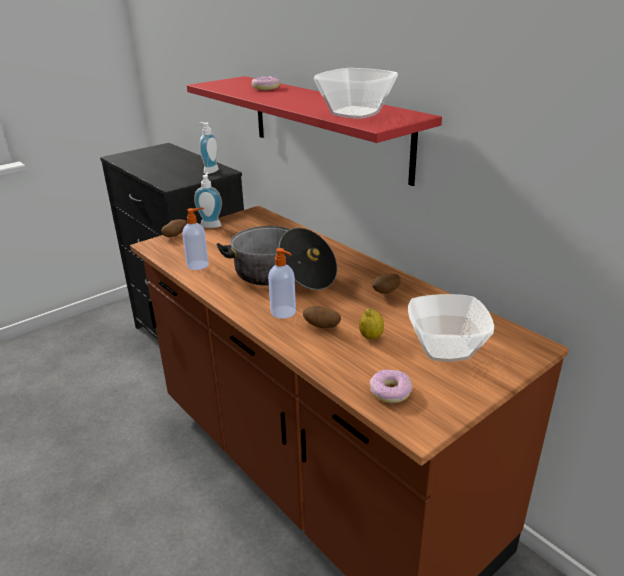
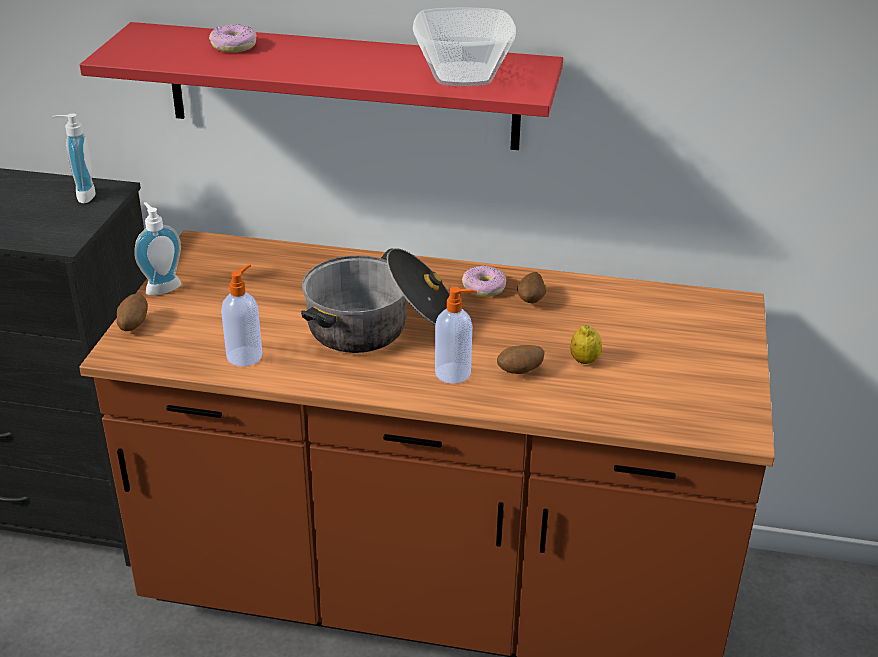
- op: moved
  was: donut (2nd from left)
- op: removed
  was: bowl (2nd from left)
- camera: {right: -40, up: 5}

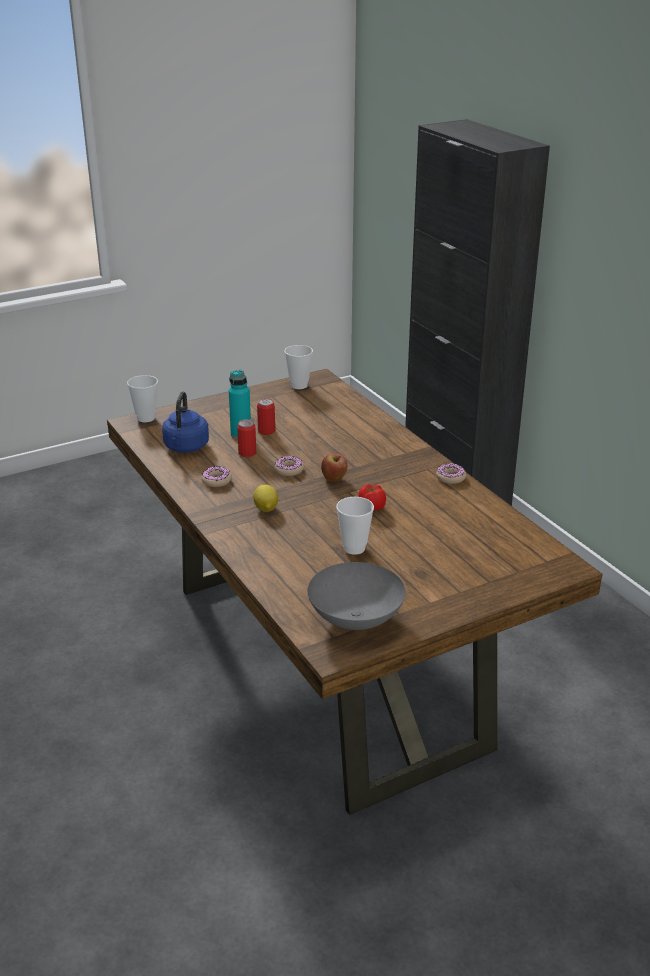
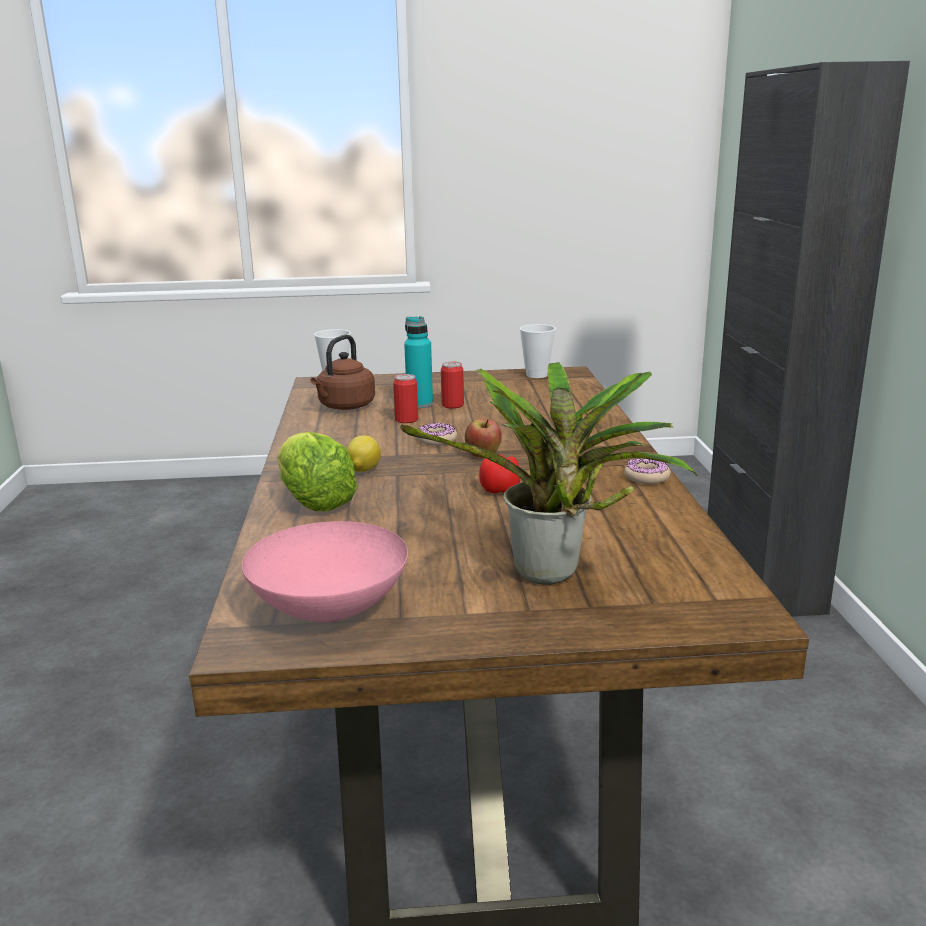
- op: recoloured
  was: grey bowl
  now: pink bowl
- op: added
  now: lettuce
- op: recoloured
  was: blue kettle
  now: brown kettle
- op: added
  now: potted plant
- op: removed
  was: donut (1st from left)
- op: removed
  was: cup (3rd from left)
- camera: {right: 25, up: -10}

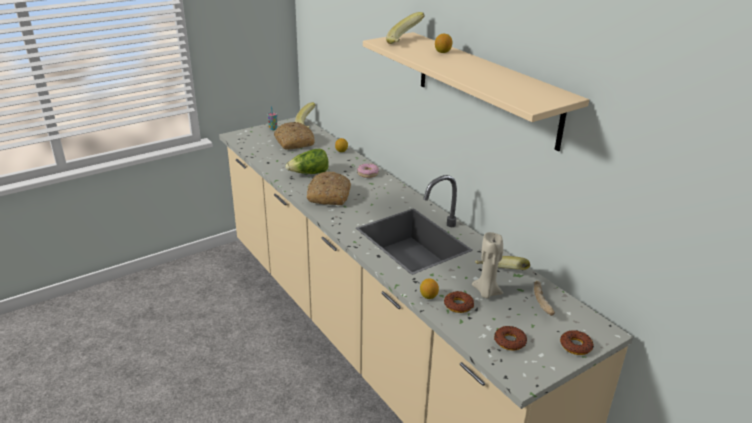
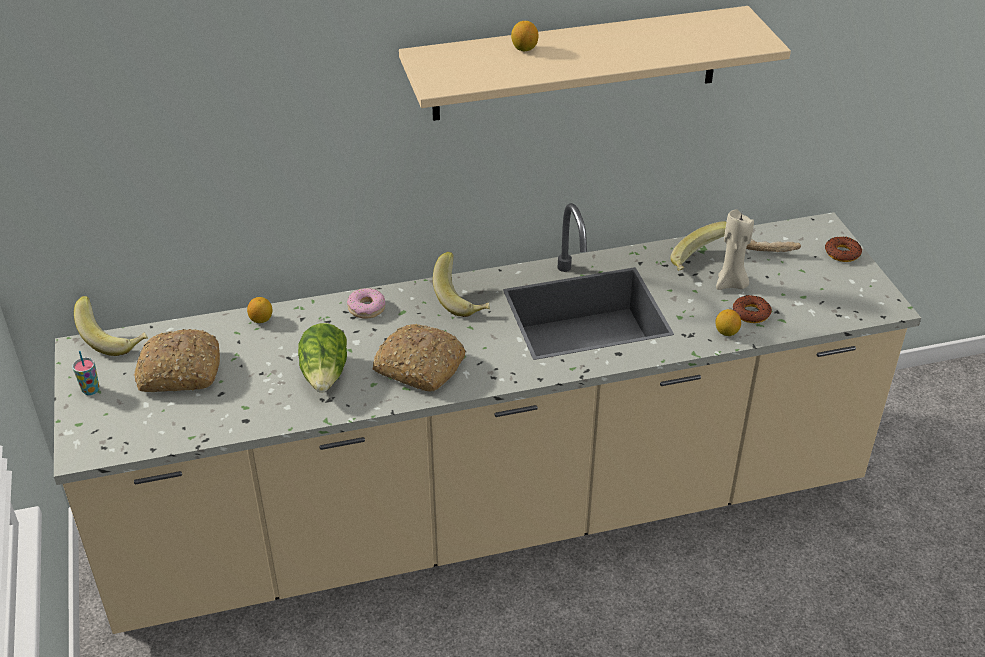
- op: moved
  was: banana (2nd from left)
- op: removed
  was: donut (3rd from left)
- camera: {right: -70, up: 10}

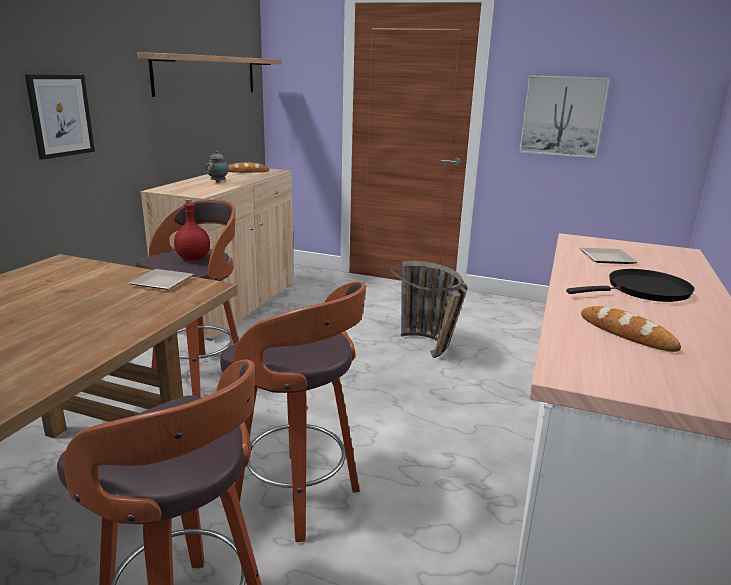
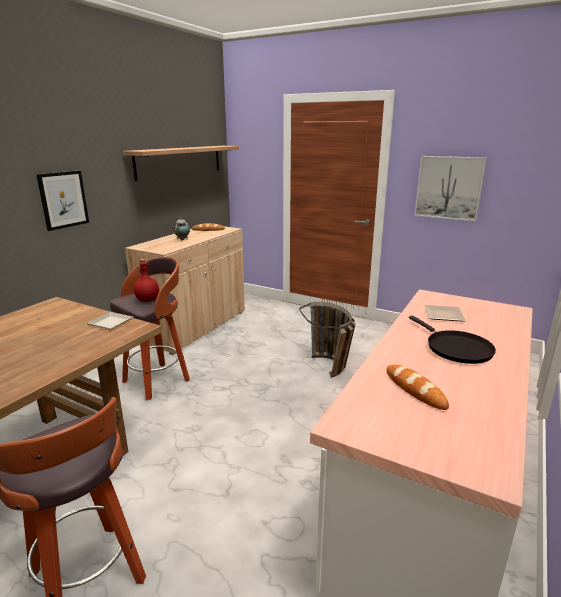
- op: turned
  was: black frying pan
  clockwise: 75
- op: removed
  was: stool (3rd from left)
- camera: {right: 10, up: 0}

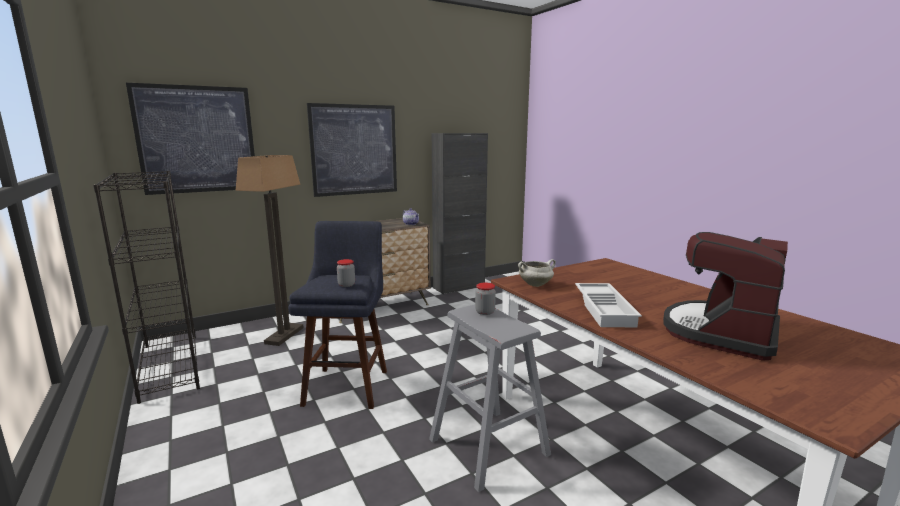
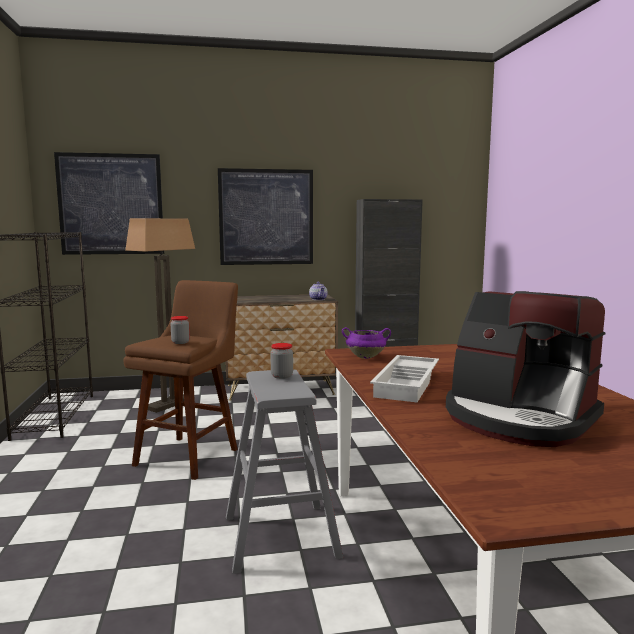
- op: recoloured
  was: blue stool
  now: brown stool
- op: recoloured
  was: white cooking pot
  now: purple cooking pot
- op: turned
  was: coffee machine
  clockwise: -105
- camera: {right: 20, up: -5}

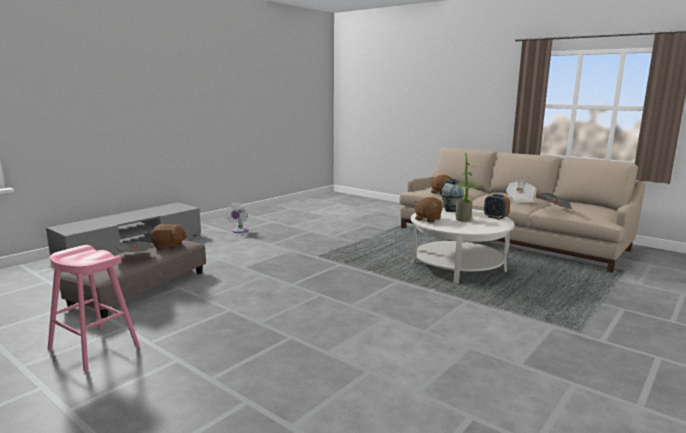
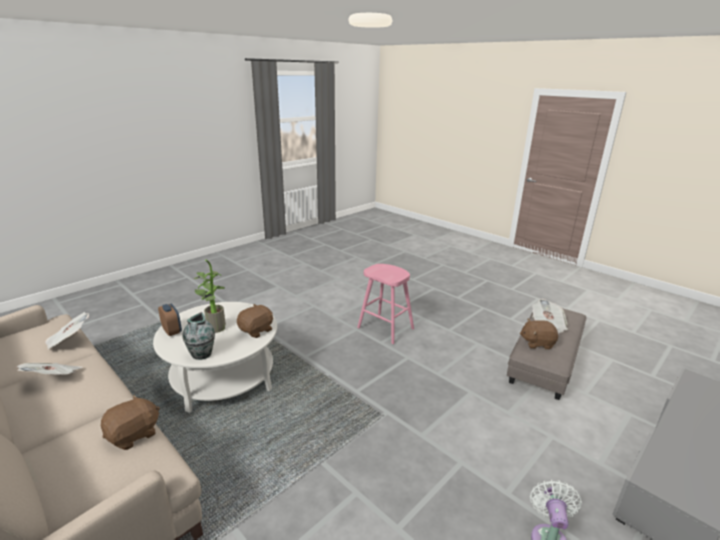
- op: moved
  was: pink stool
- camera: {right: -175, up: 10}

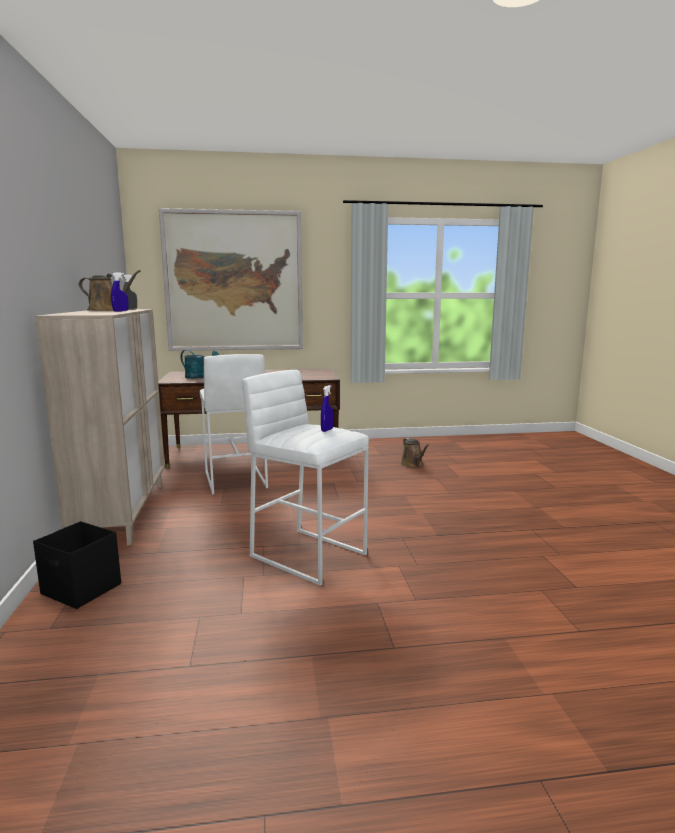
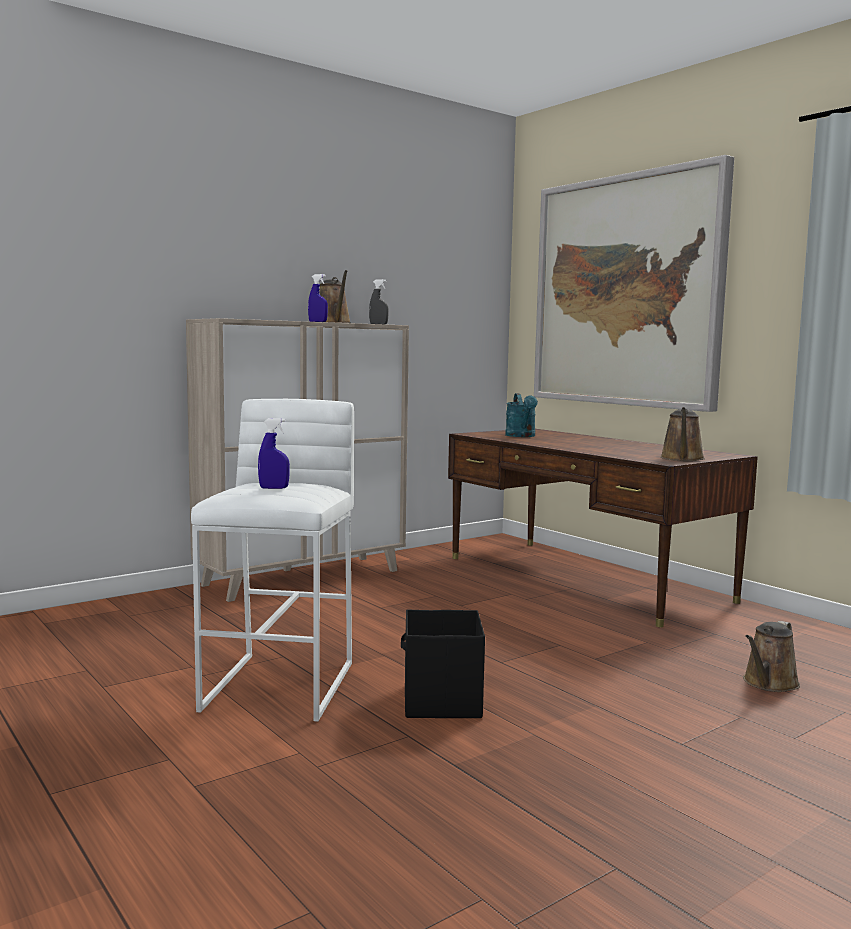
- op: moved
  was: black storage box
- op: added
  now: brown watering can (2nd from left)
- op: removed
  was: white stool (1st from left)
- camera: {right: 60, up: -5}

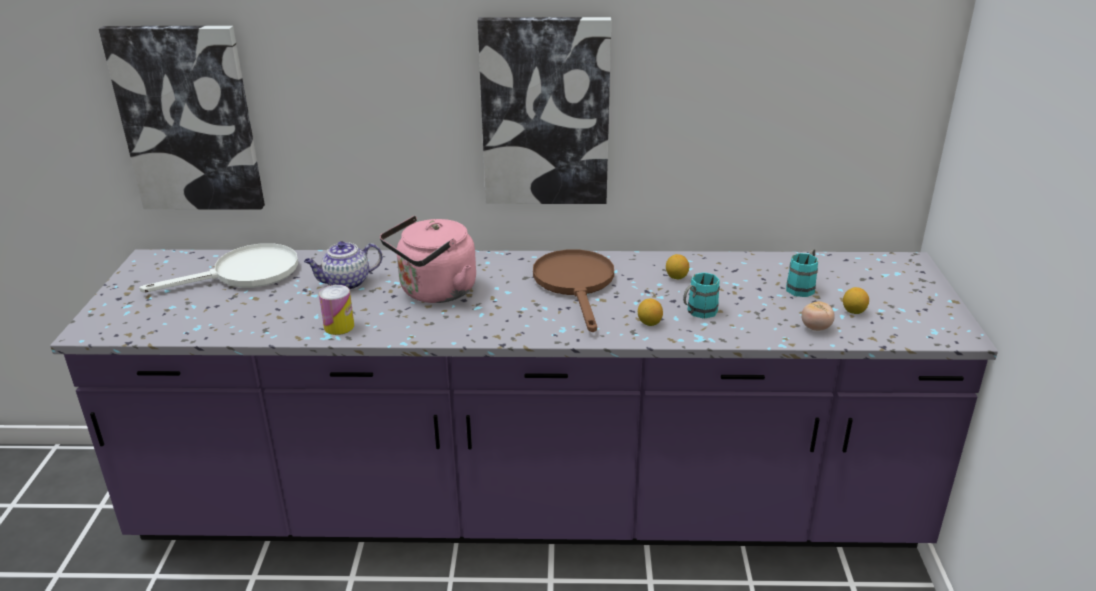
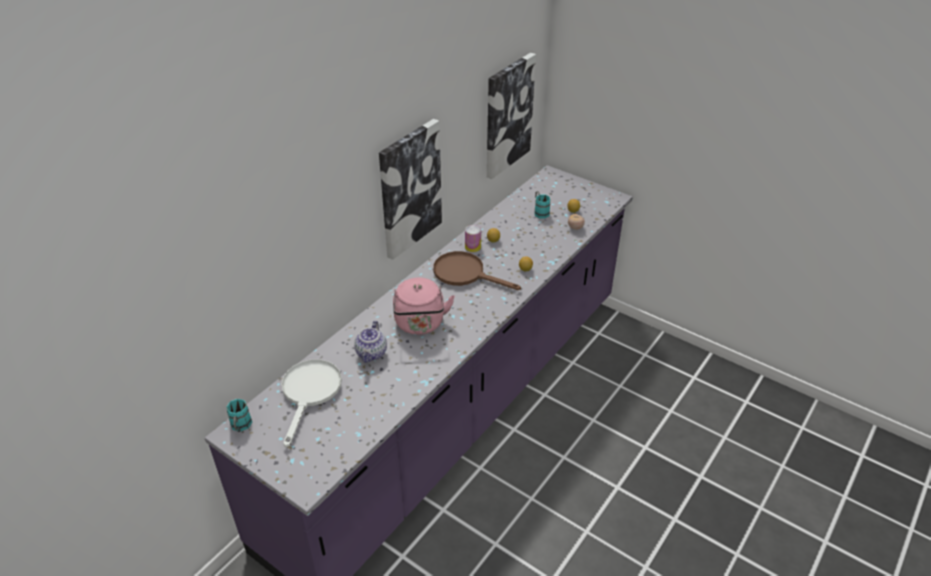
- op: moved
  was: turquoise mug (1st from left)
- op: moved
  was: can
- op: moved
  was: picture (1st from left in the first image)
  now: picture (2nd from left)
- camera: {right: -55, up: 10}

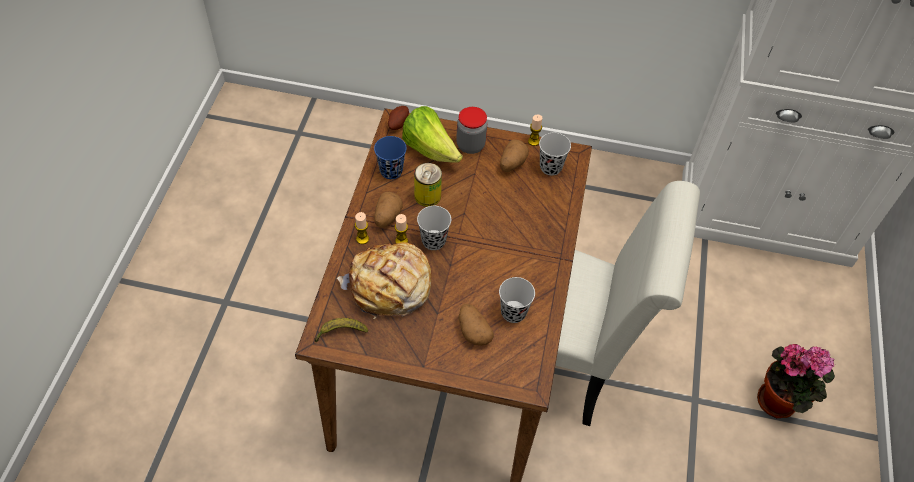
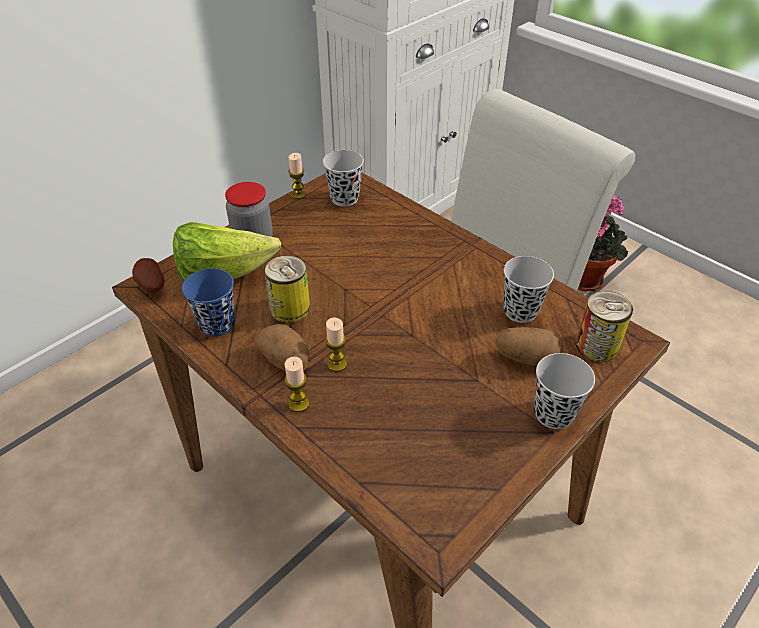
- op: moved
  was: black cup (1st from left in the first image)
  now: black cup (3rd from left)
- op: added
  now: can (2nd from left)
- op: removed
  was: banana
- op: removed
  was: bread
- op: removed
  was: potato (4th from left)
- camera: {right: -55, up: -10}

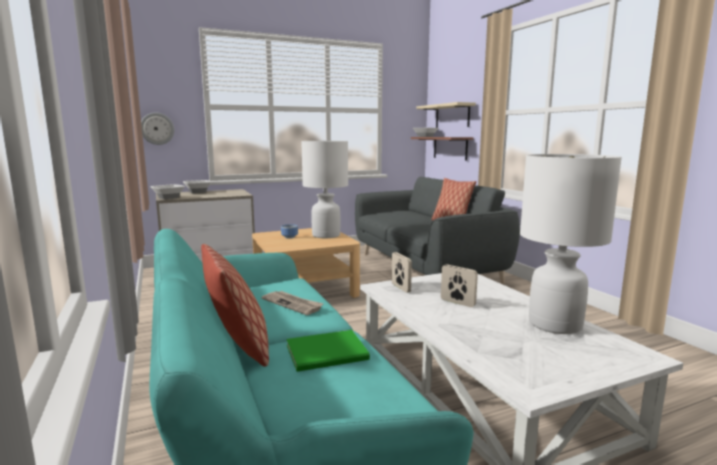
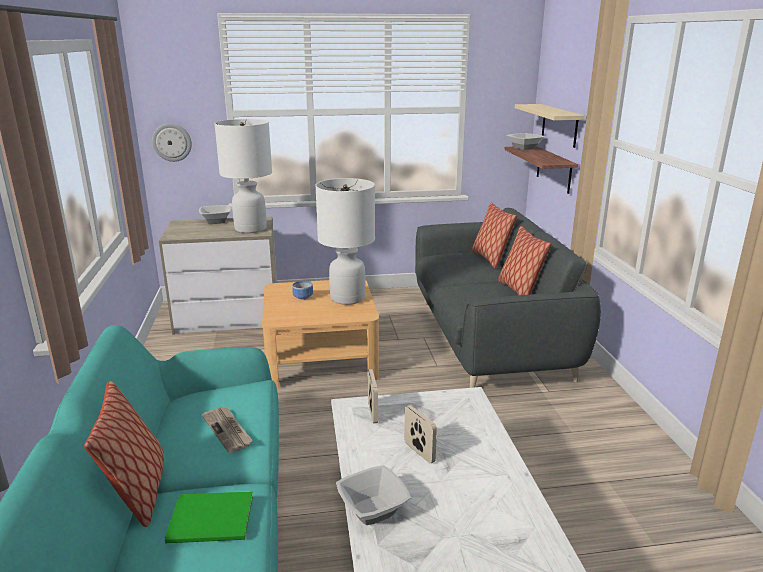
- op: moved
  was: white table lamp (2nd from left in the first image)
  now: white table lamp (1st from left)
- op: moved
  was: bowl (1st from left in the first image)
  now: bowl (3rd from left)
- op: added
  now: pillow (2nd from left)
- camera: {right: 15, up: 10}

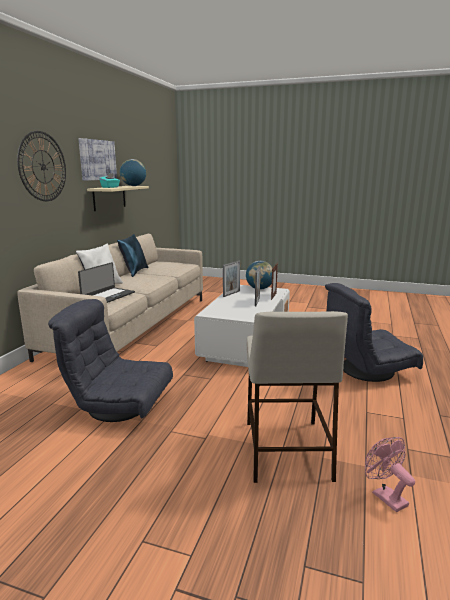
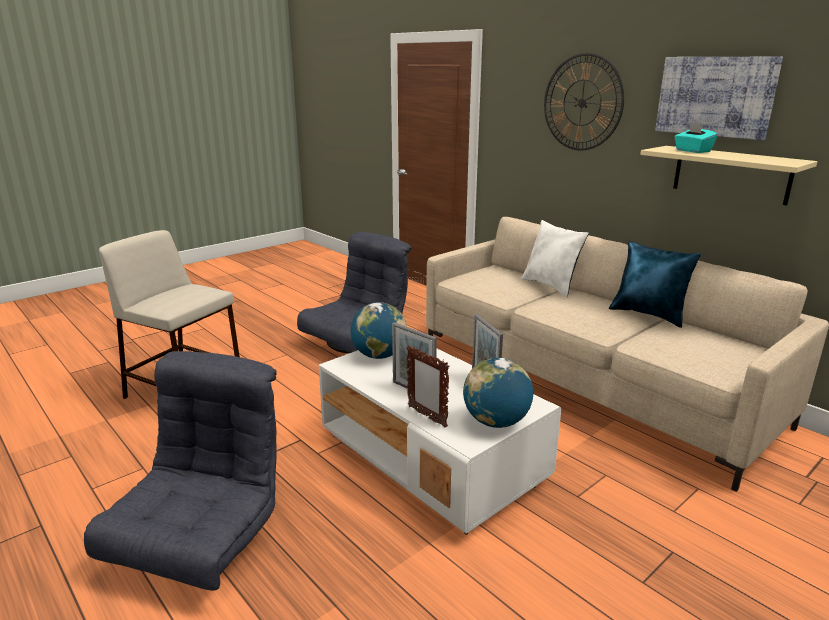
- op: moved
  was: globe (1st from left)
- op: removed
  was: laptop
- op: removed
  was: pink fan
- camera: {right: 120, up: 5}

